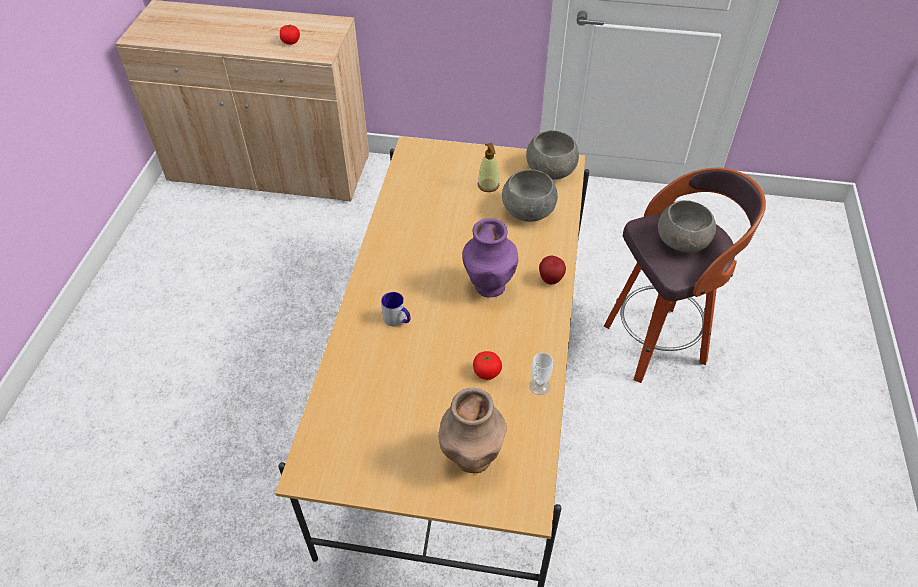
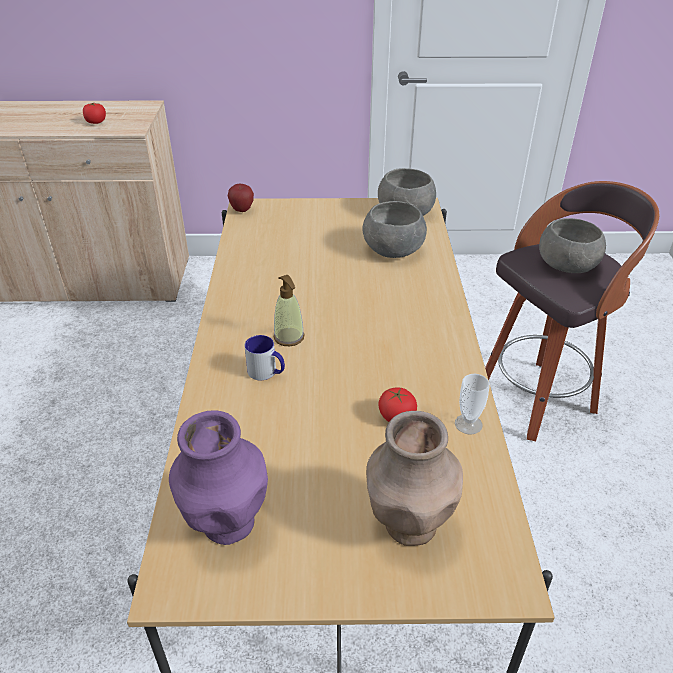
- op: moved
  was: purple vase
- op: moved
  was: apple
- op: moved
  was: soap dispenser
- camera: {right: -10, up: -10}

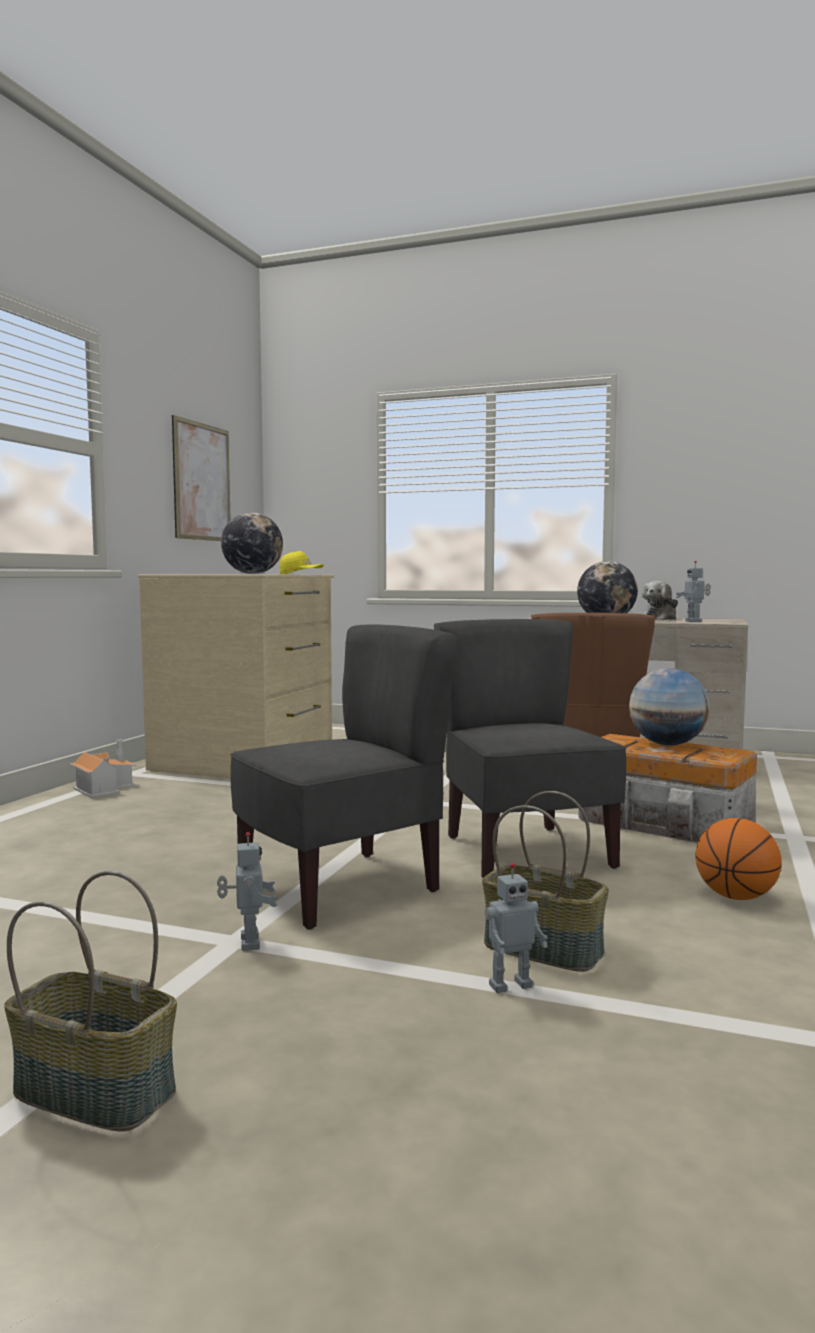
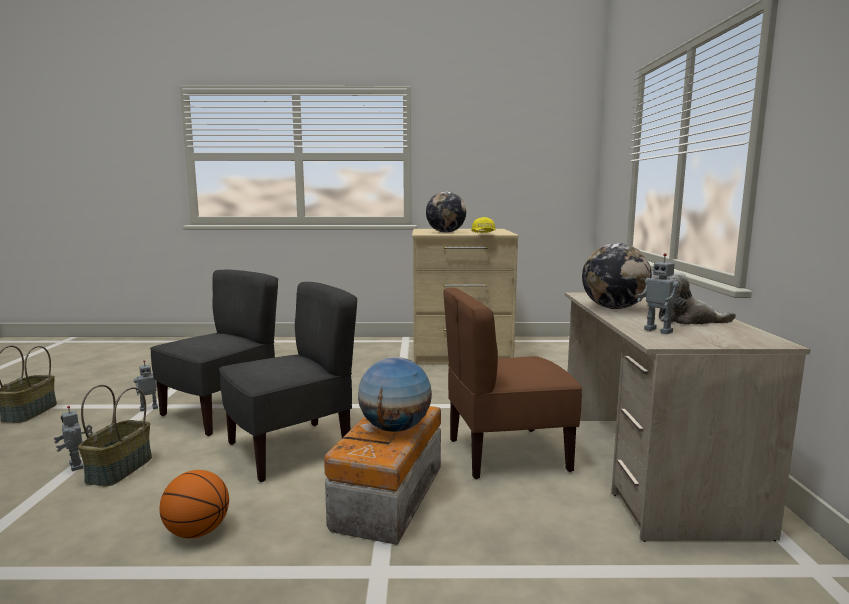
- op: turned
  was: grey chair (1st from left)
  clockwise: -90
- op: turned
  was: toy robot (3rd from left)
  clockwise: -105
- op: removed
  was: toy house
- op: removed
  was: picture
- camera: {right: 70, up: 5}

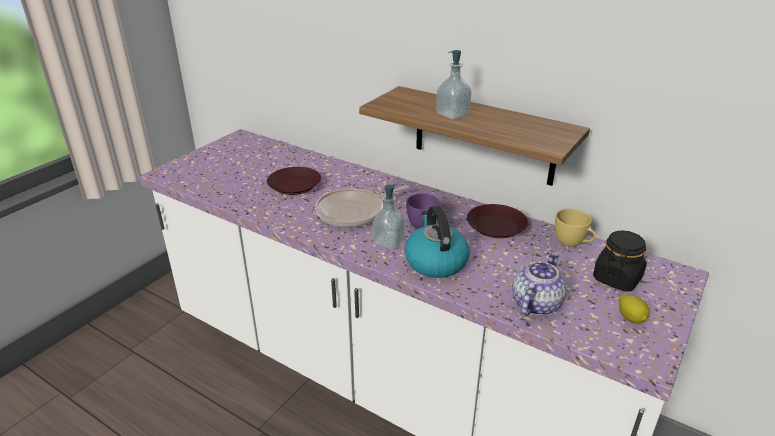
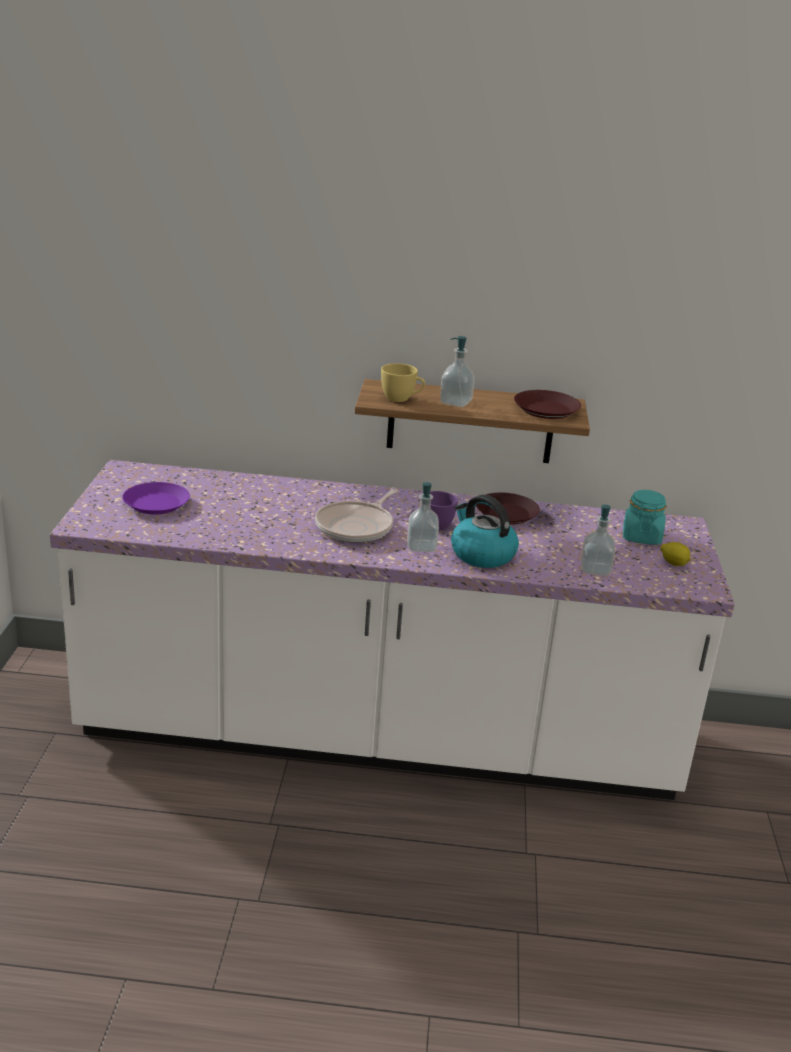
- op: added
  now: purple plate
- op: moved
  was: yellow cup
- op: moved
  was: brown plate (1st from left in the first image)
  now: brown plate (2nd from left)
- op: replaced
  was: teapot
  now: soap dispenser (3rd from left)
- op: recoloured
  was: black jar
  now: turquoise jar
- camera: {right: -30, up: -5}

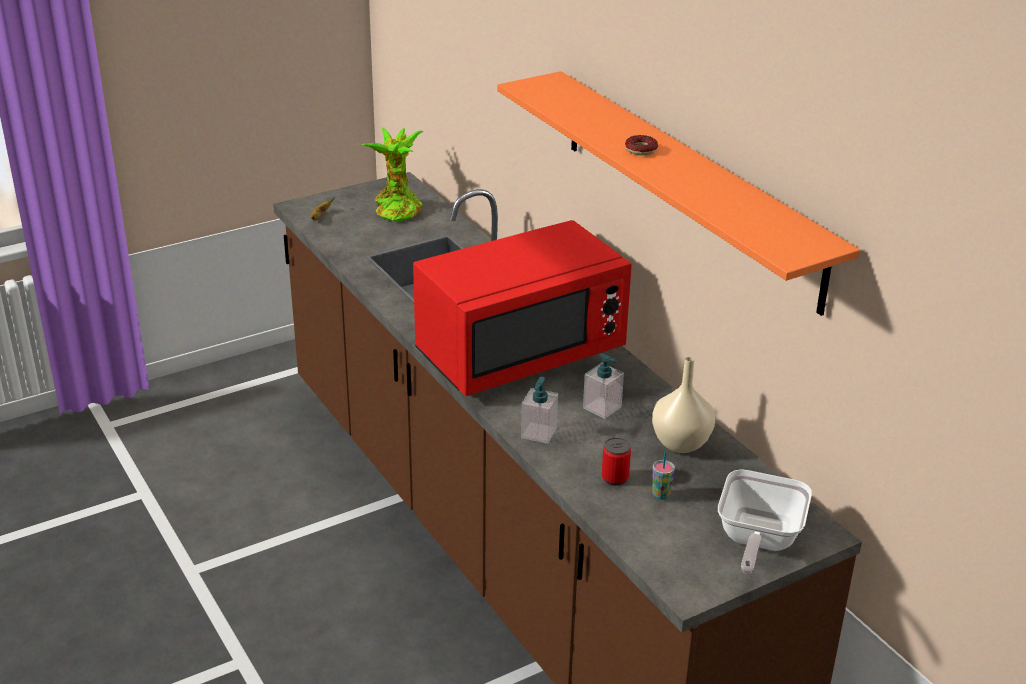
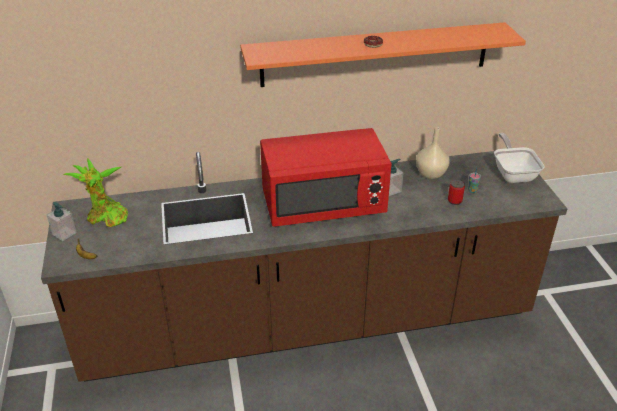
- op: moved
  was: soap dispenser (1st from left)
- op: turned
  was: red microwave
  clockwise: 90
- op: turned
  was: frying pan
  clockwise: -135
- camera: {right: -70, up: 5}

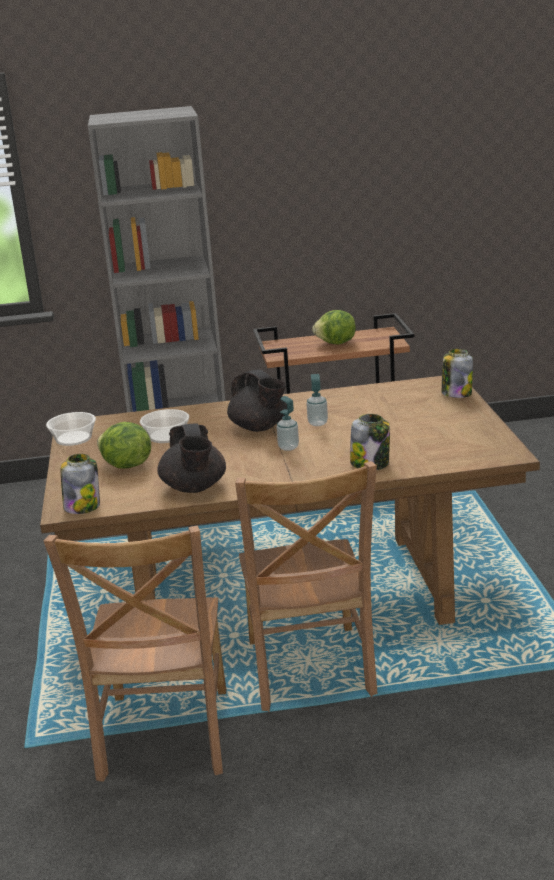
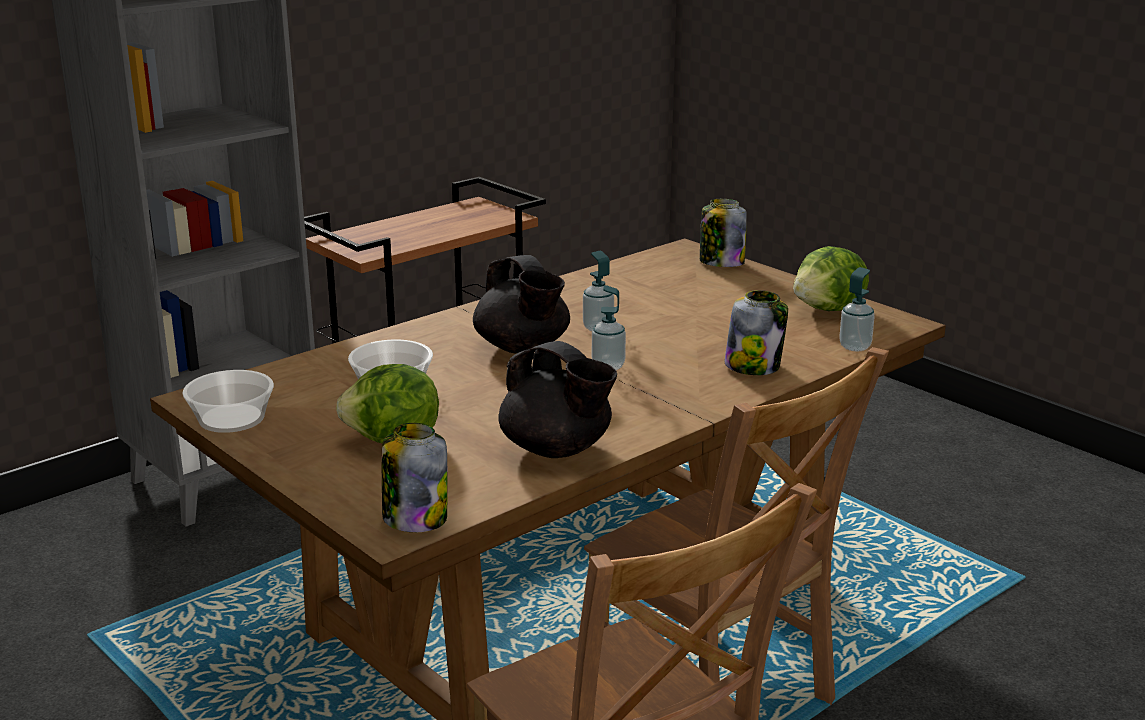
- op: turned
  was: black teapot (2nd from left in the first image)
  clockwise: 45
- op: moved
  was: lettuce (2nd from left)
- op: added
  now: soap dispenser (3rd from left)
- camera: {right: -35, up: 0}

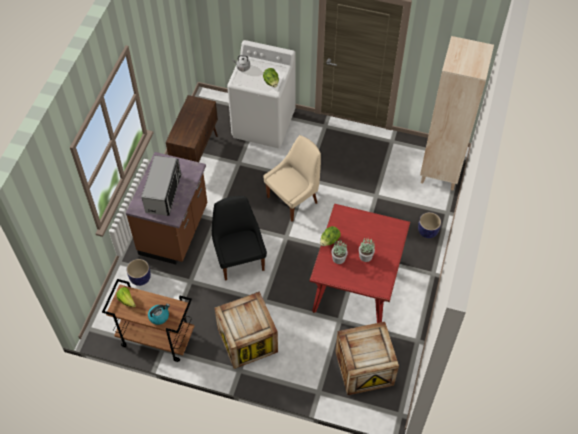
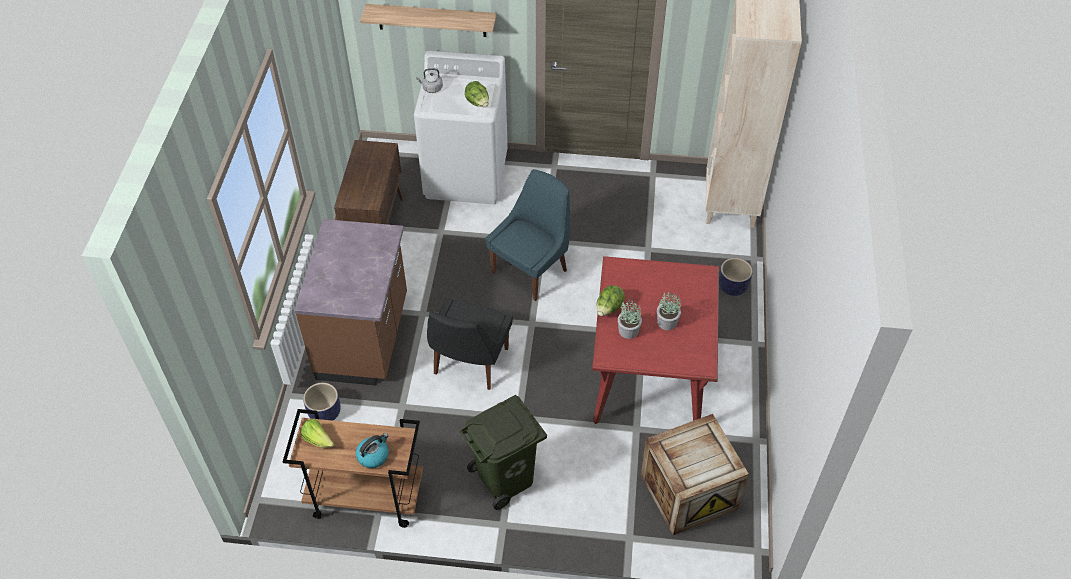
- op: added
  now: shelf
- op: turned
  was: black chair
  clockwise: -135
- op: replaced
  was: crate (1st from left)
  now: green trash can
- op: recoloured
  was: beige chair
  now: blue chair
- op: removed
  was: microwave
- camera: {right: -10, up: -5}

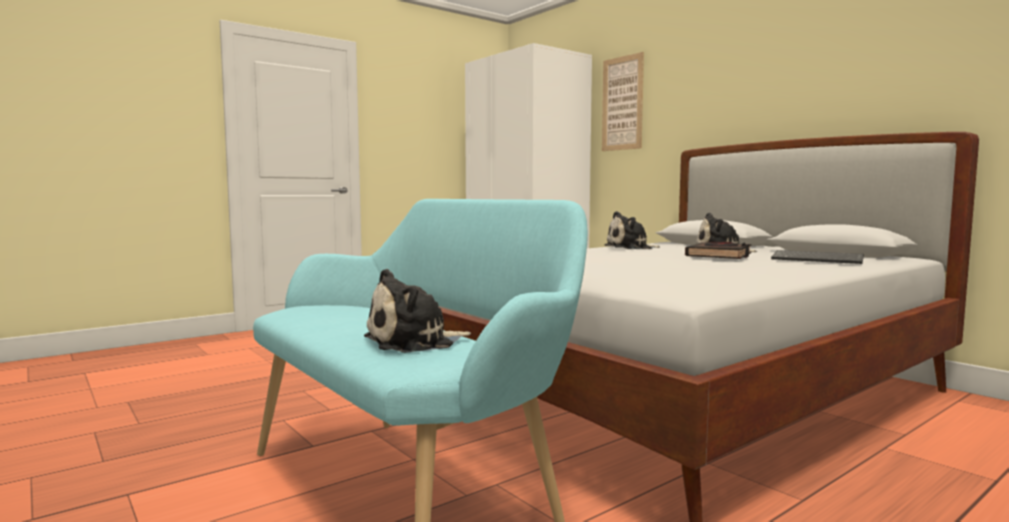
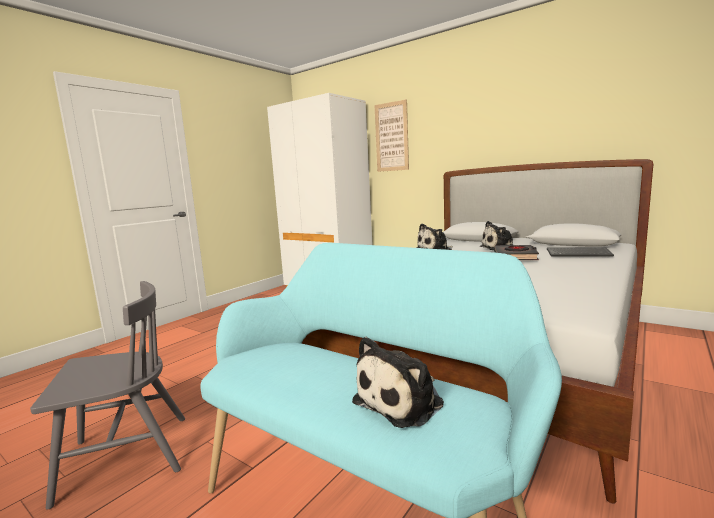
- op: added
  now: grey chair
- camera: {right: -15, up: 5}

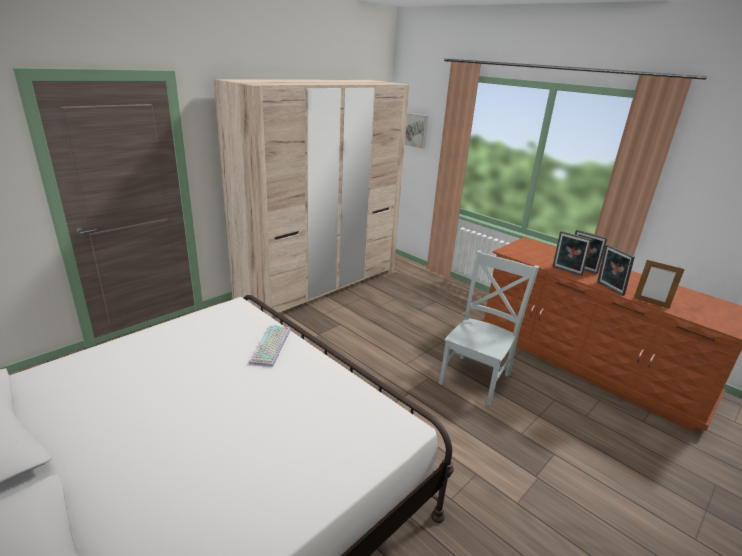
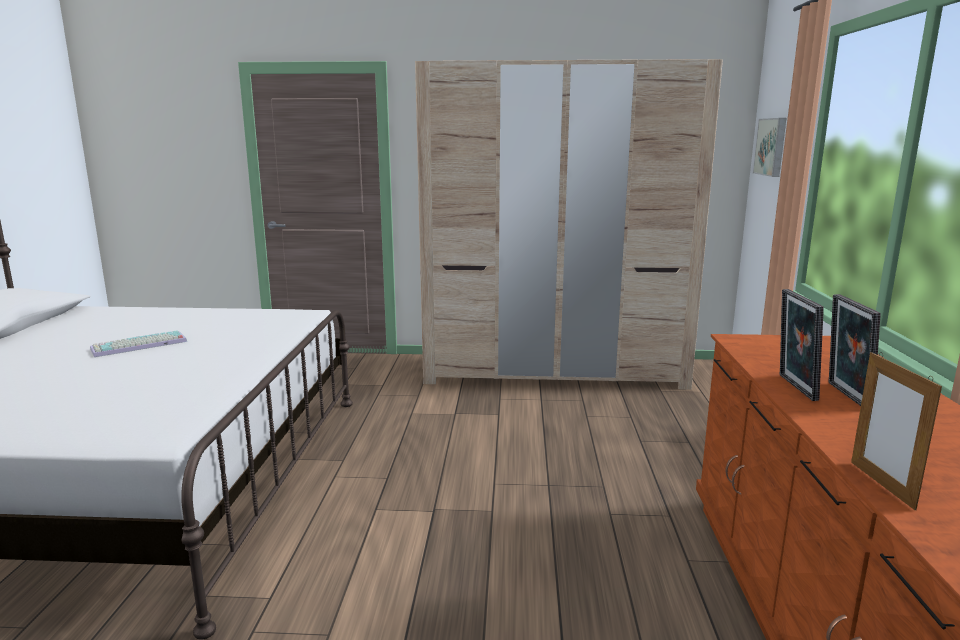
- op: moved
  was: keyboard
- op: removed
  was: grey chair
- op: removed
  was: picture frame (3rd from left)
- camera: {right: 50, up: -10}

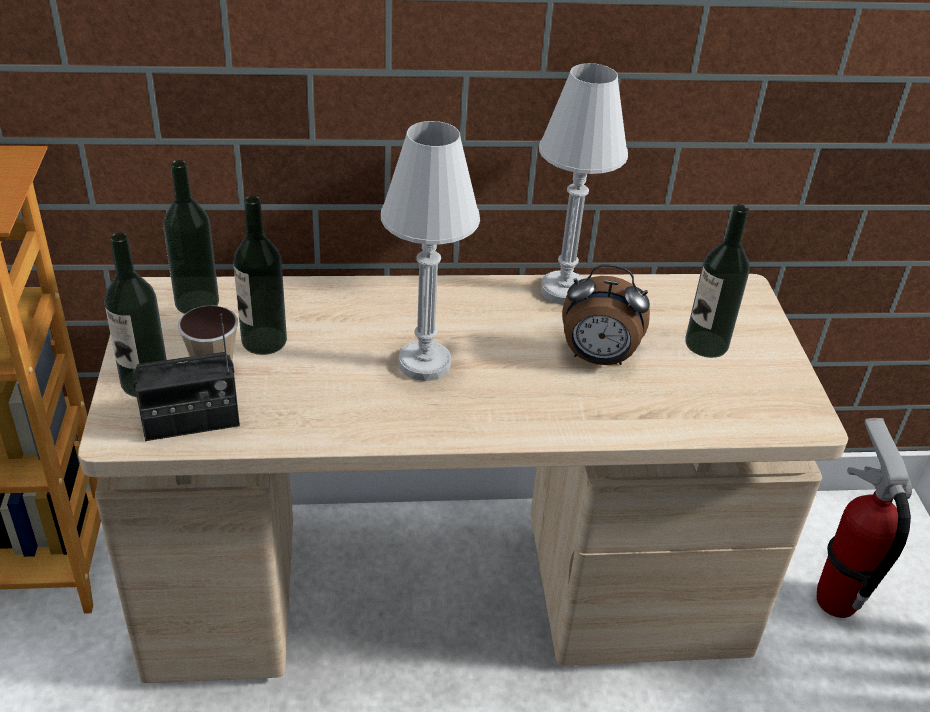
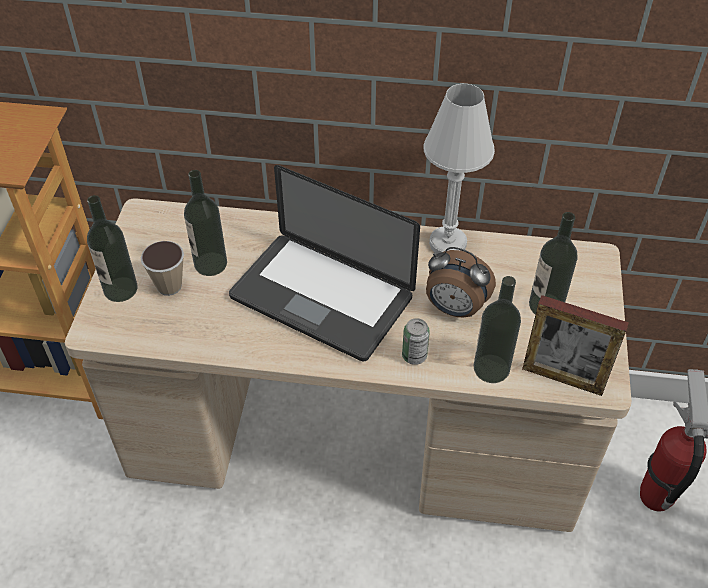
- op: replaced
  was: white table lamp (1st from left)
  now: laptop
- op: added
  now: can
- op: moved
  was: bottle (2nd from left in the first image)
  now: bottle (3rd from left)
- op: added
  now: picture frame
- op: removed
  was: radio
- camera: {right: 15, up: 10}

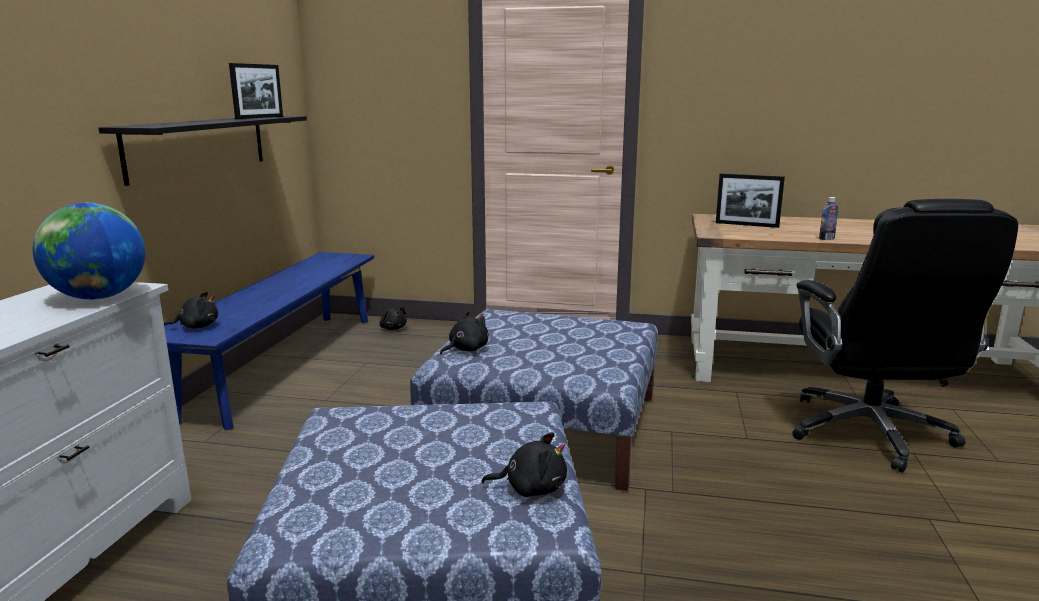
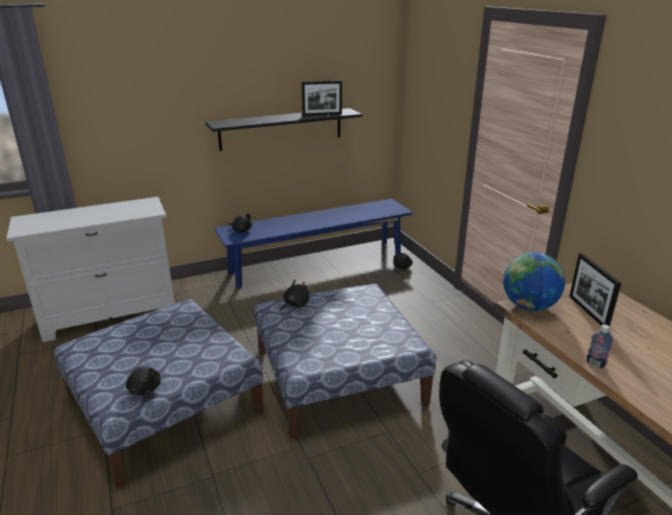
- op: turned
  was: black plush toy (3rd from left)
  clockwise: -60
- op: moved
  was: globe
- camera: {right: 55, up: 10}

